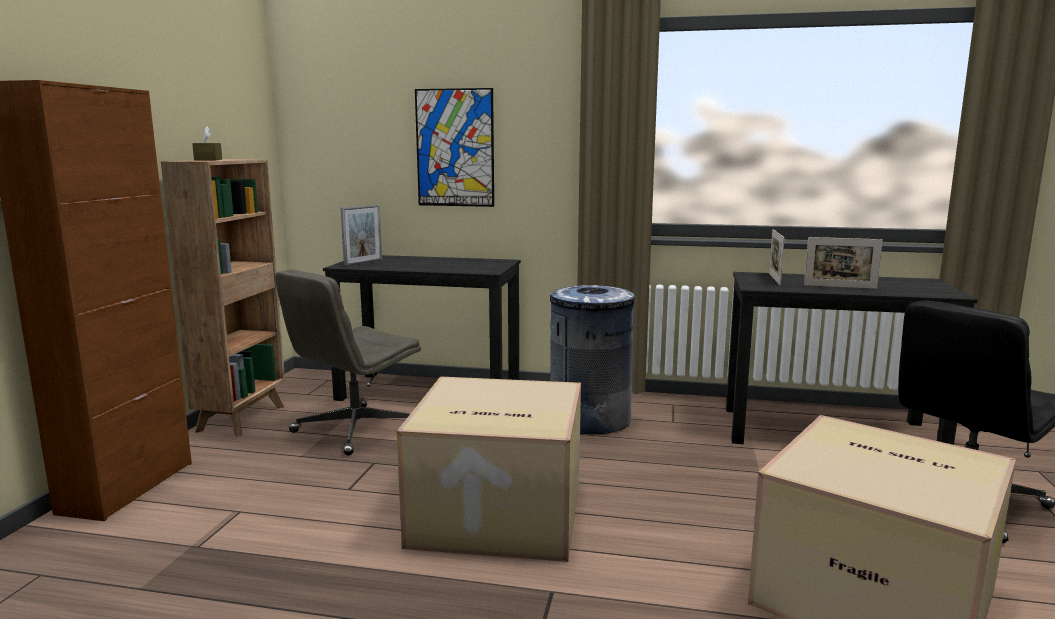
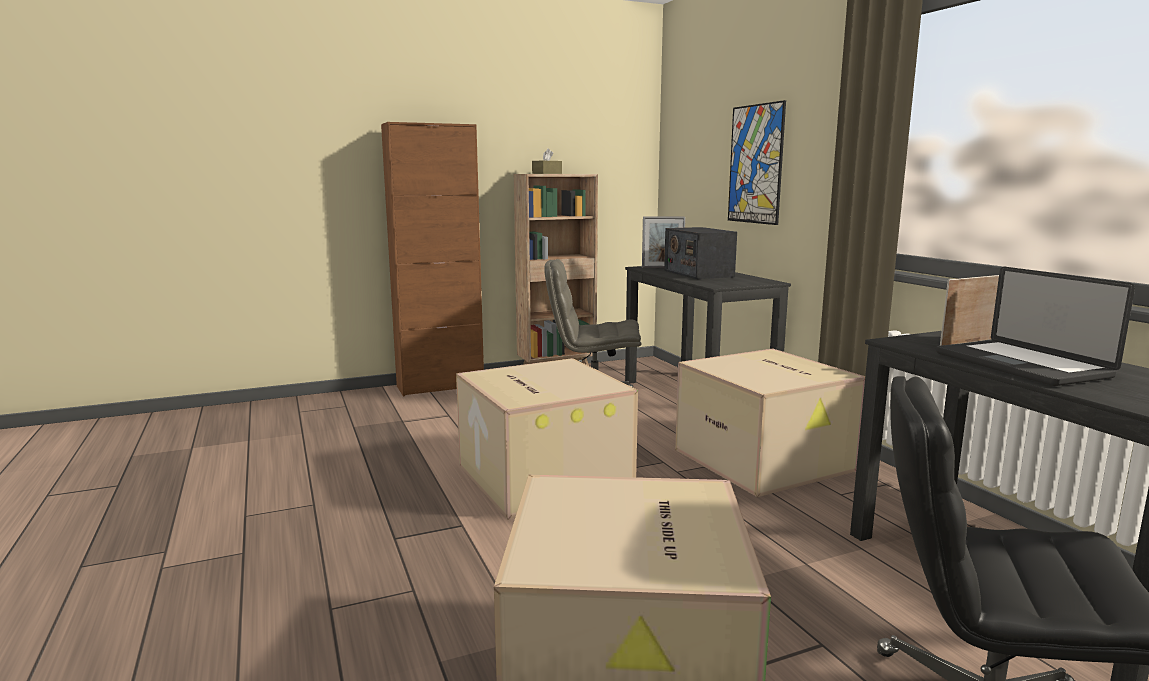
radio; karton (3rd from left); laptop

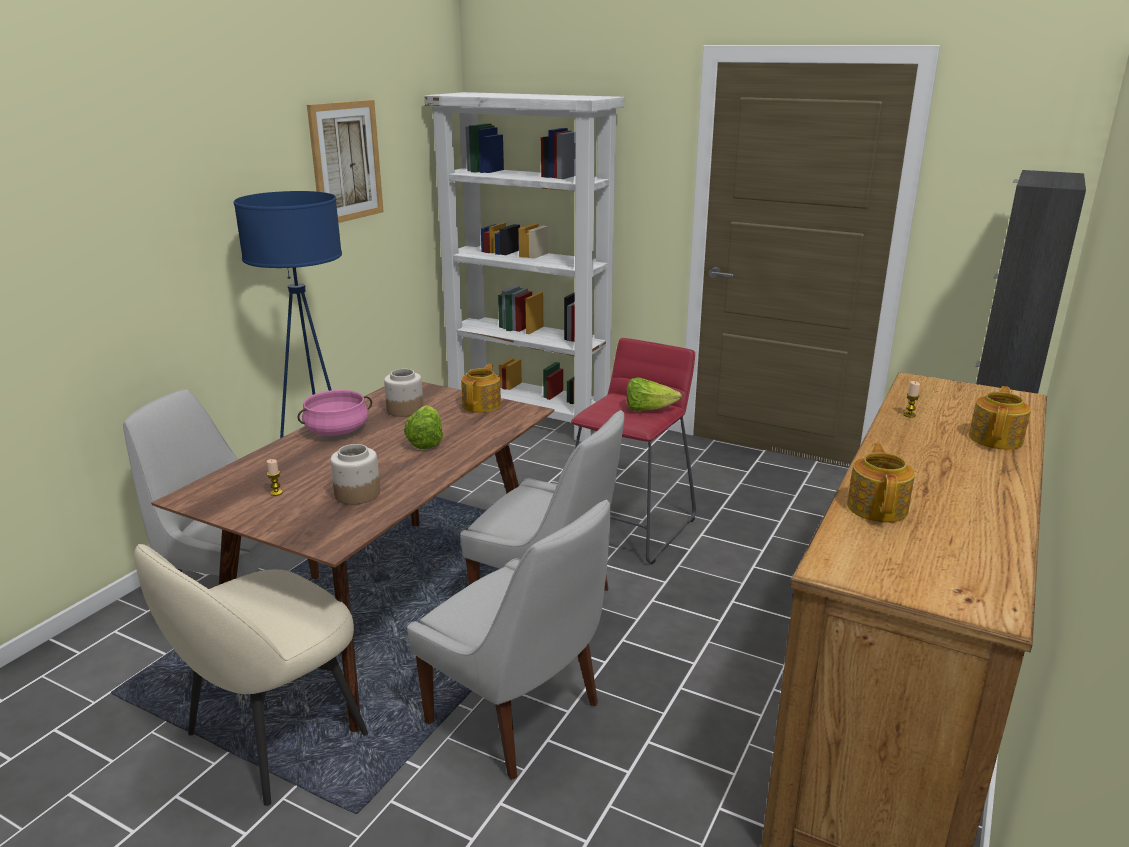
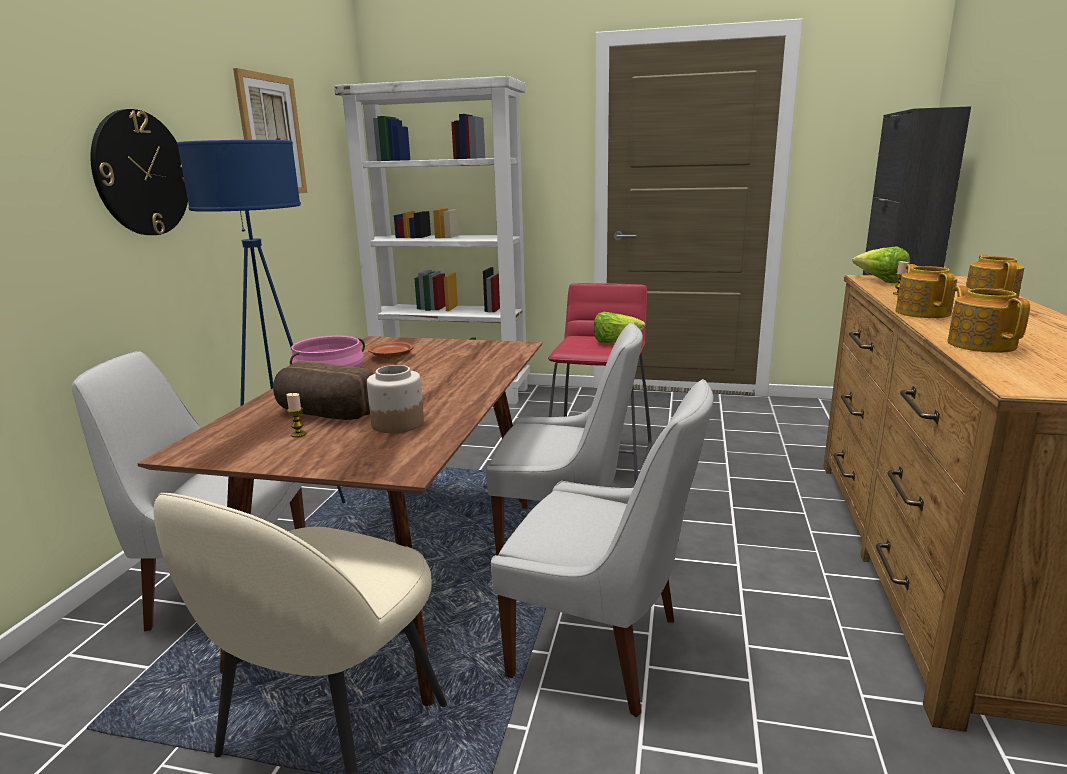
zegar ścienny; chleb; sałata (2nd from left); imbryk (1st from left); talerz [brązowy]

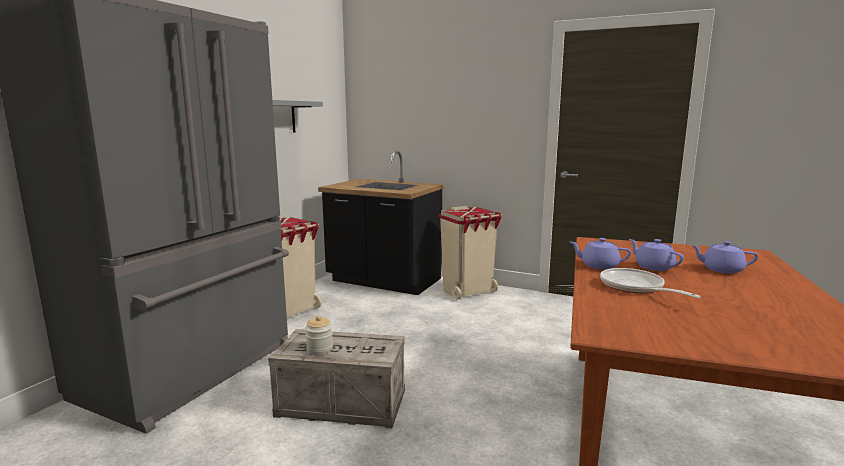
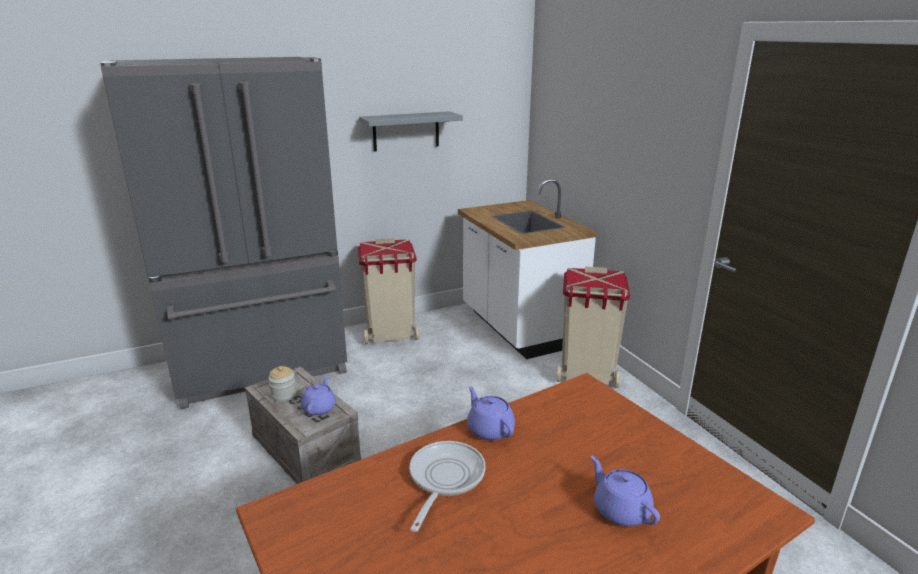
imbryk [fioletowy] (1st from left); zabudowa kuchenna [biały]

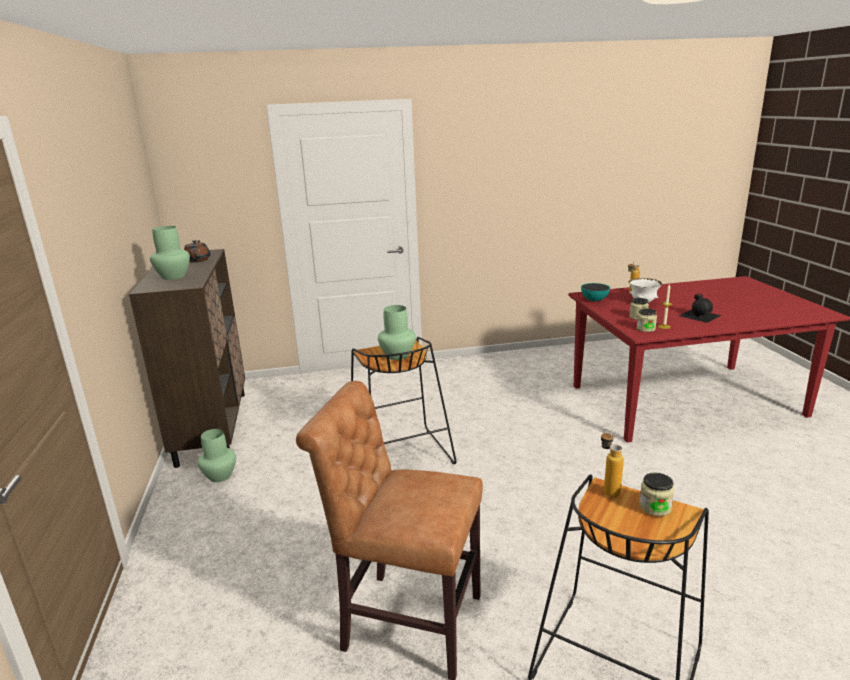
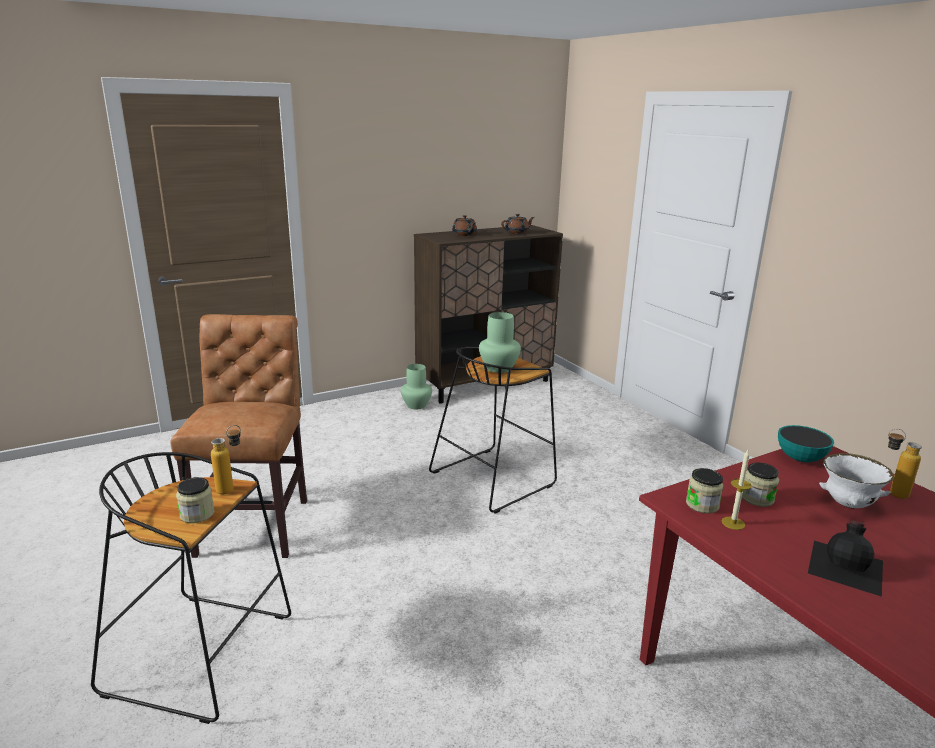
imbryk [brązowy] (1st from left)

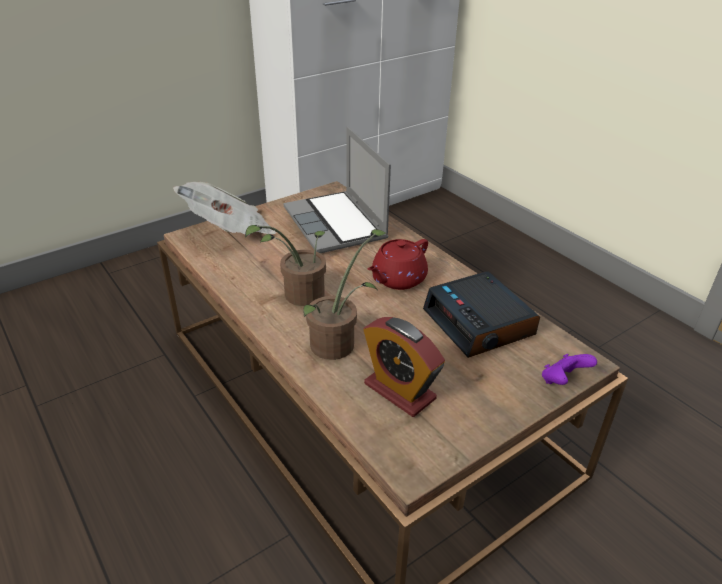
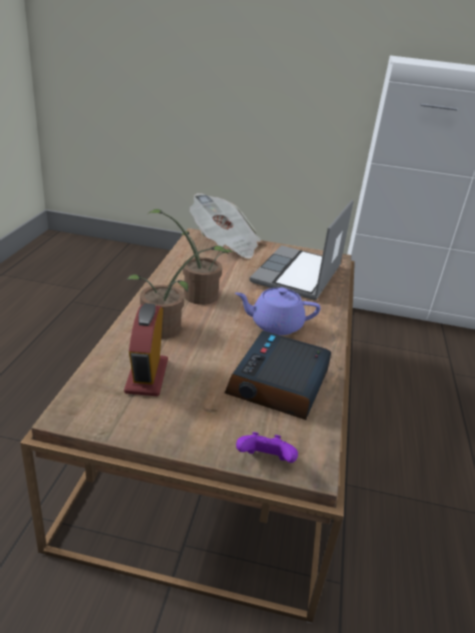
imbryk [fioletowy]

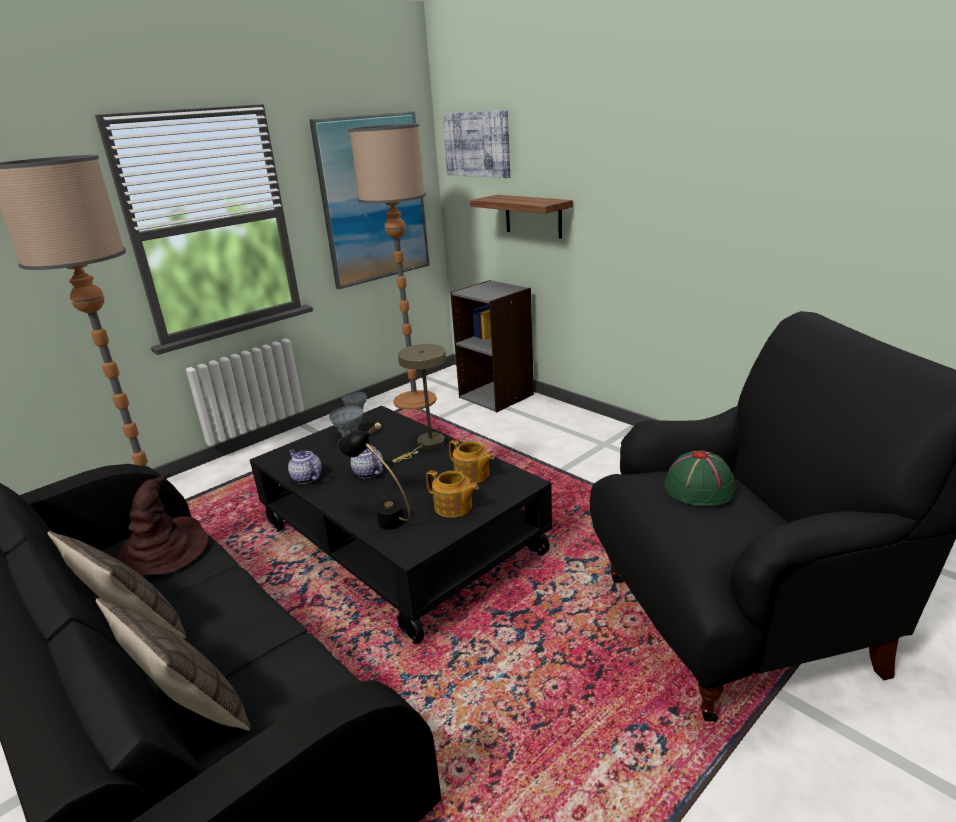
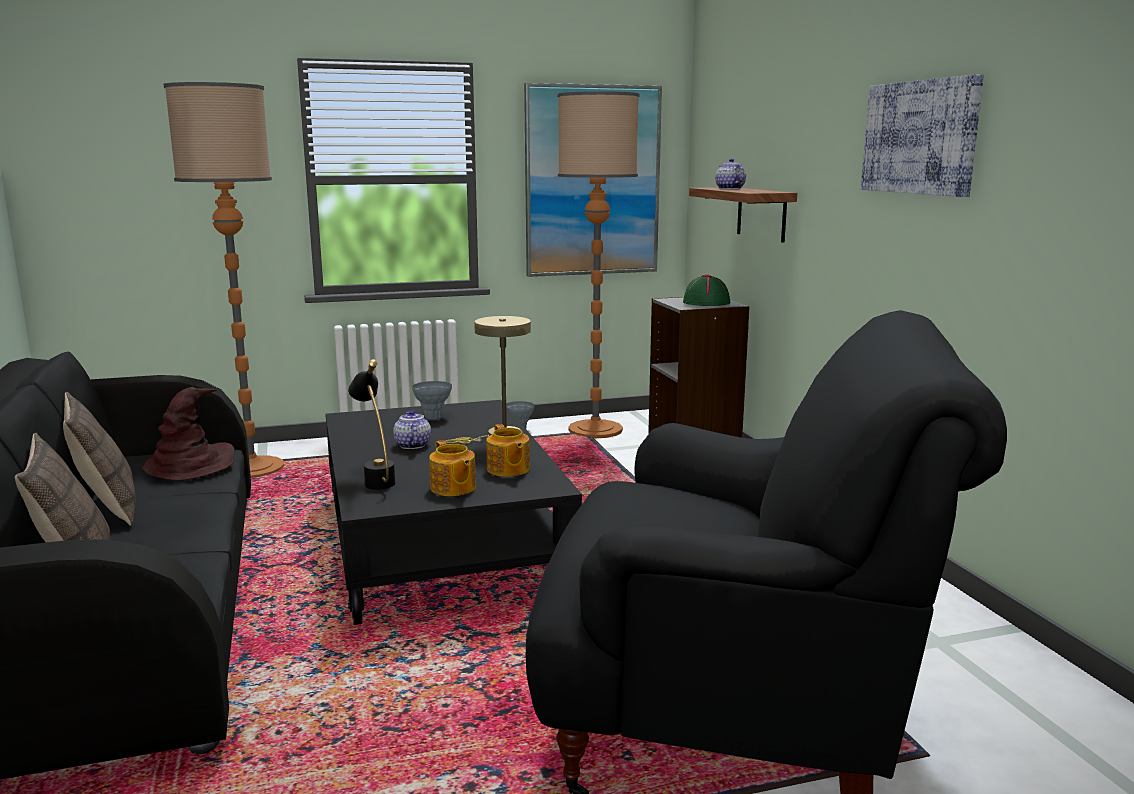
imbryk (4th from left); obraz (2nd from left); kapelusz [zielony]

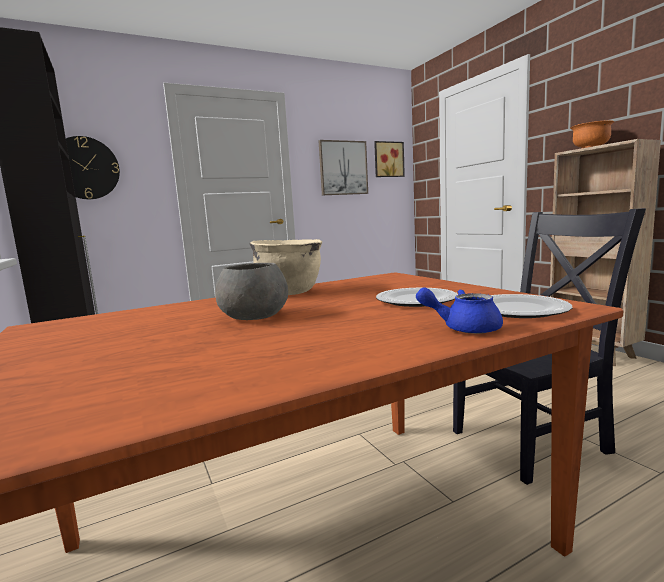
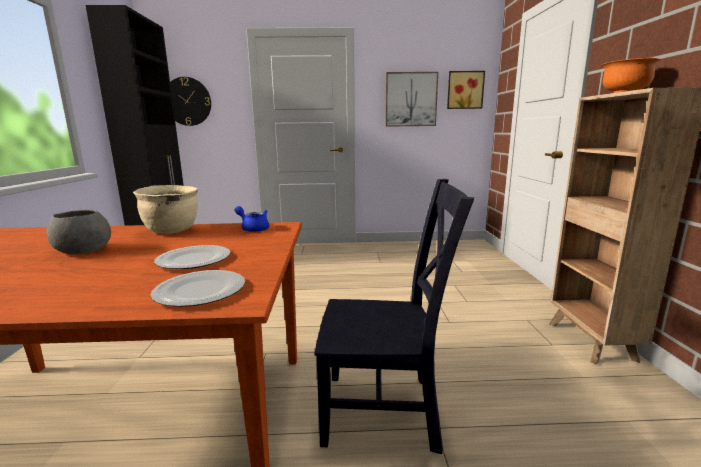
imbryk [niebieski]

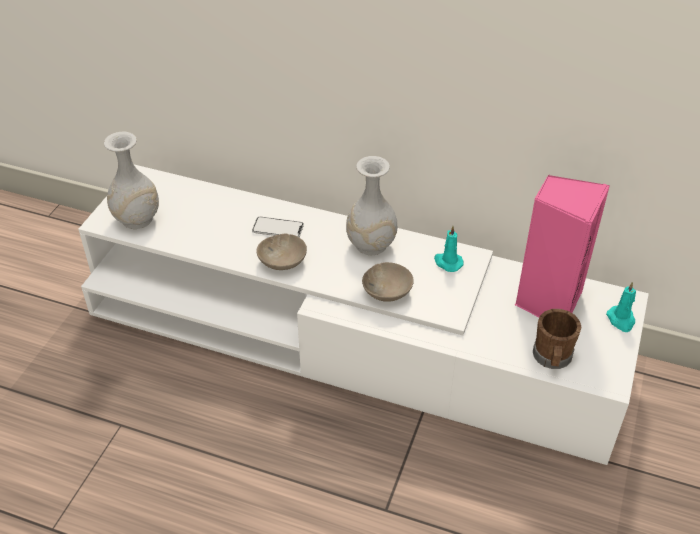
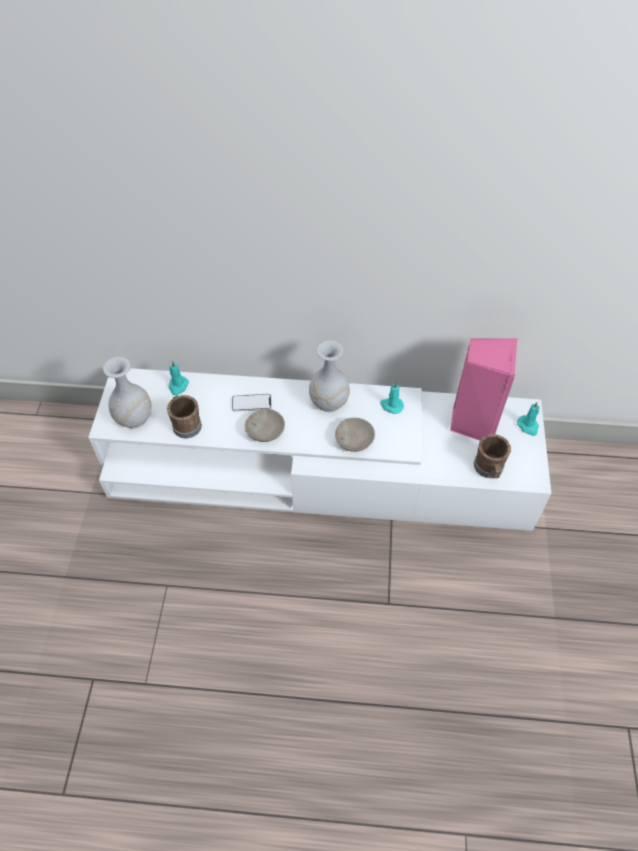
kubek [brązowy] (1st from left); świeca [turkusowy] (1st from left)

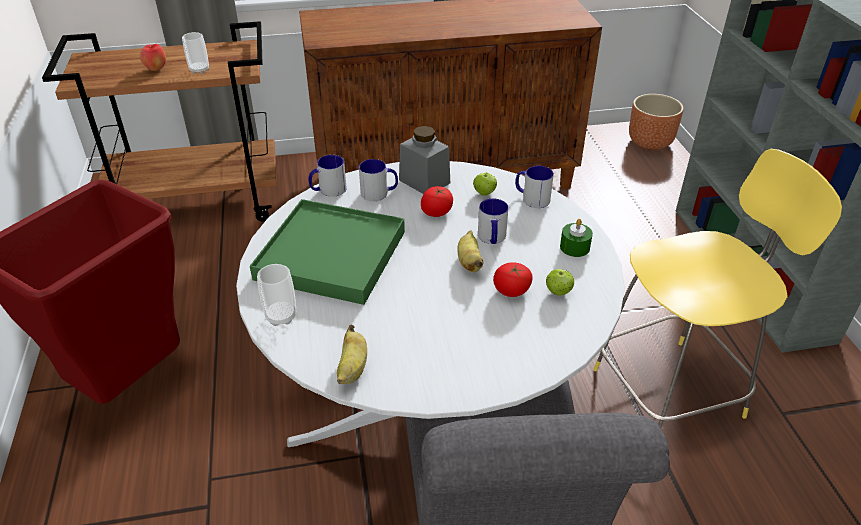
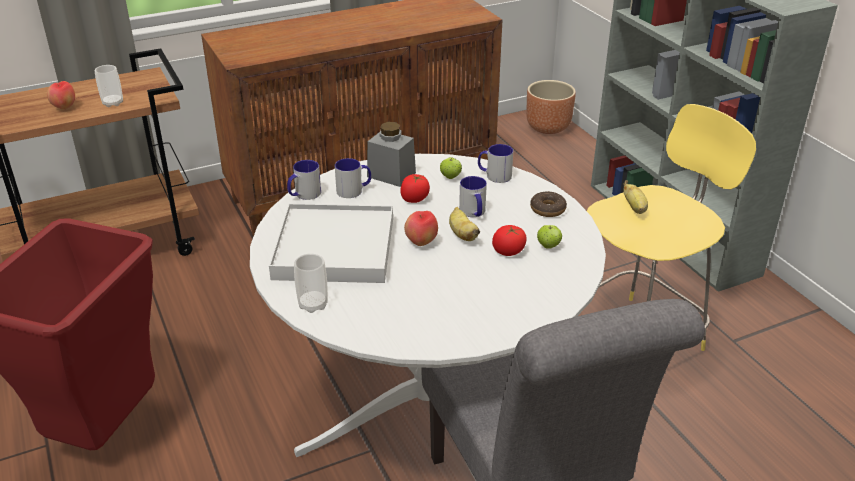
jabłko (2nd from left); banan (2nd from left); donut; taca [biały]

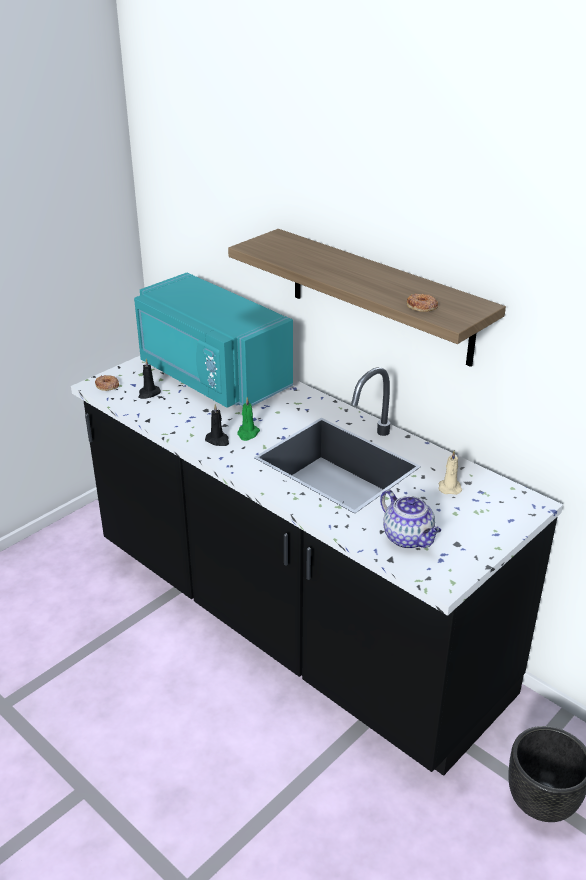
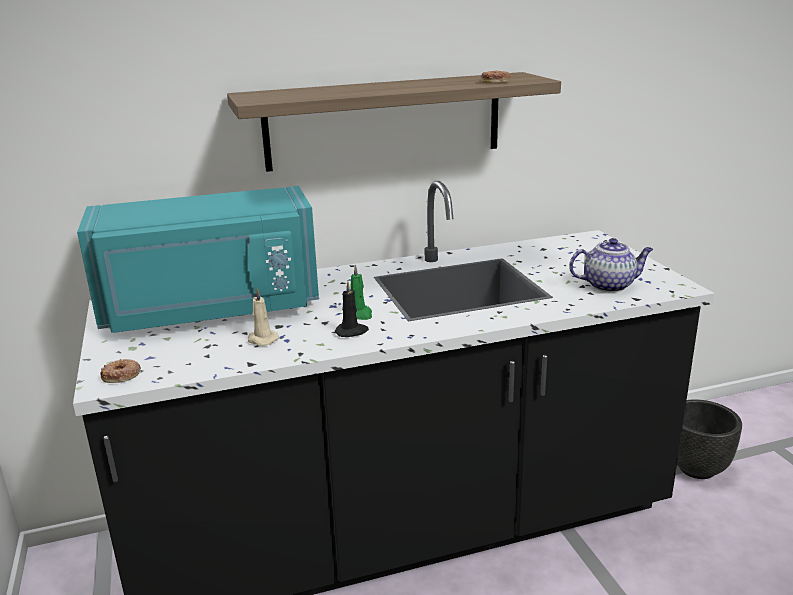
świeca [czarny] (1st from left in the first image); świeca [beżowy]

